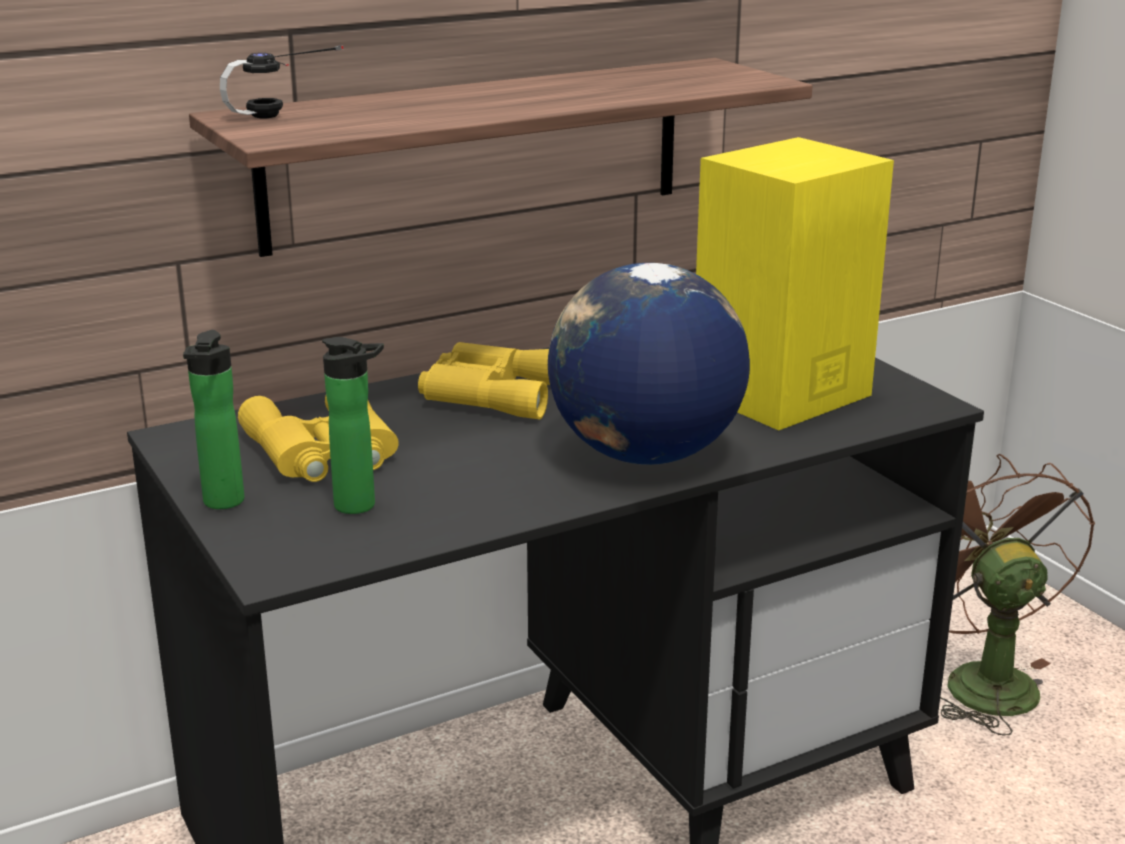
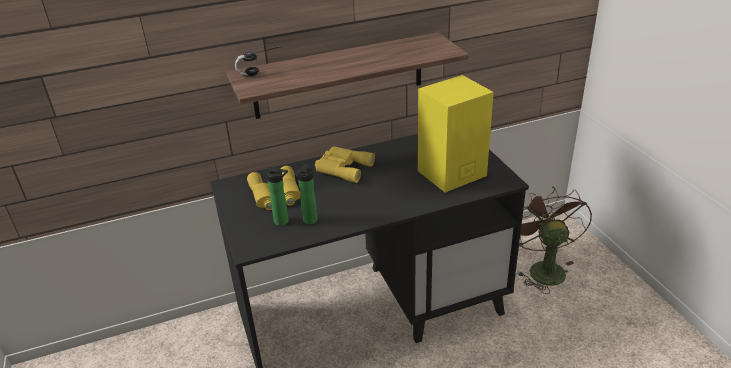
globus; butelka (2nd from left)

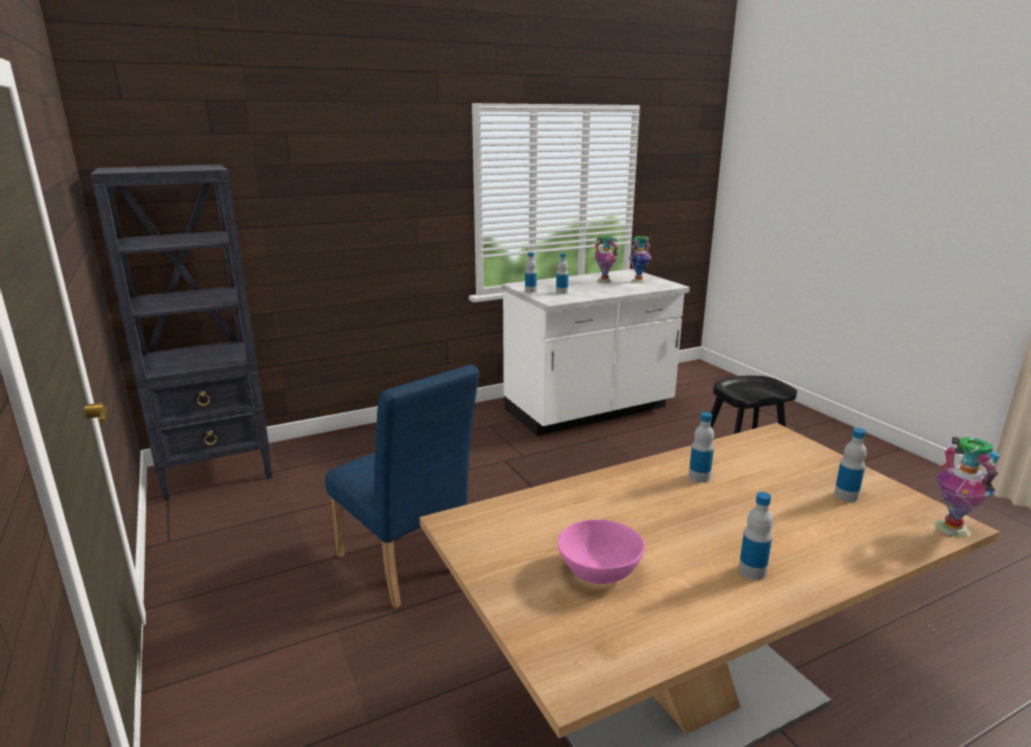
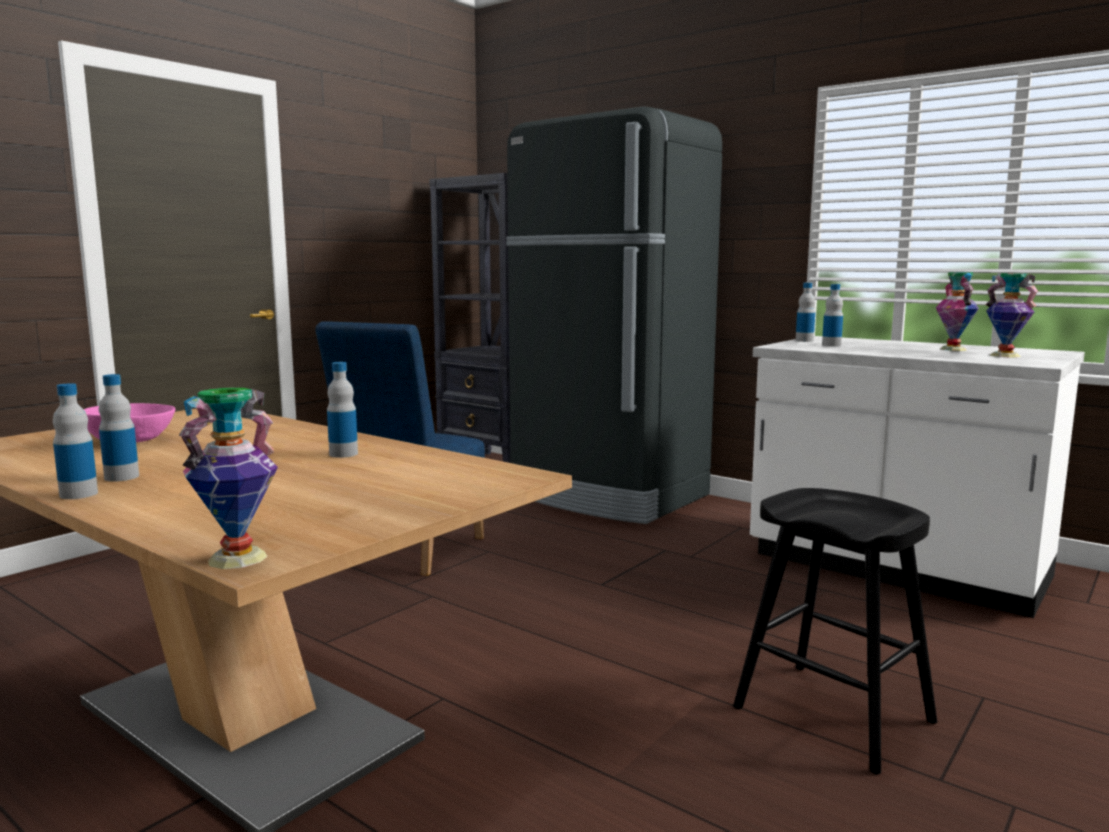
lodówka [czarny]; butelka (1st from left)

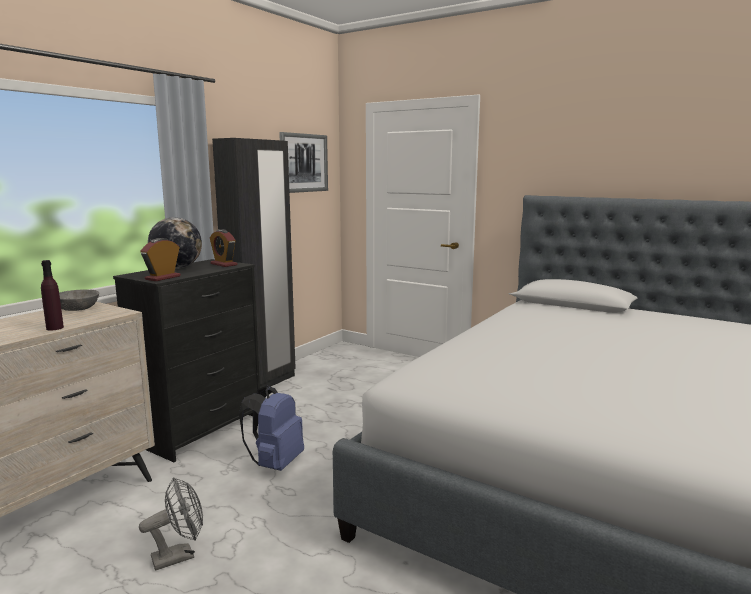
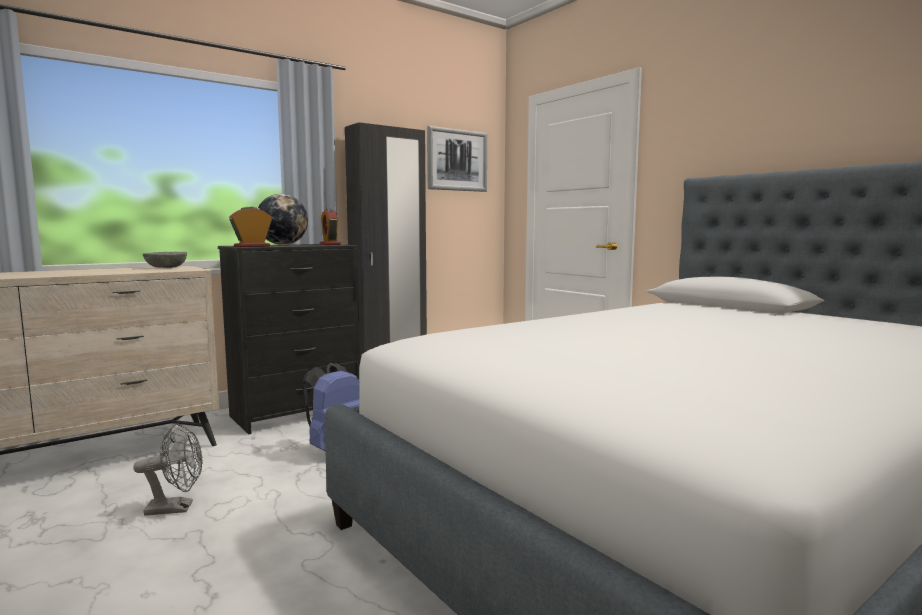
butelka [fioletowy]

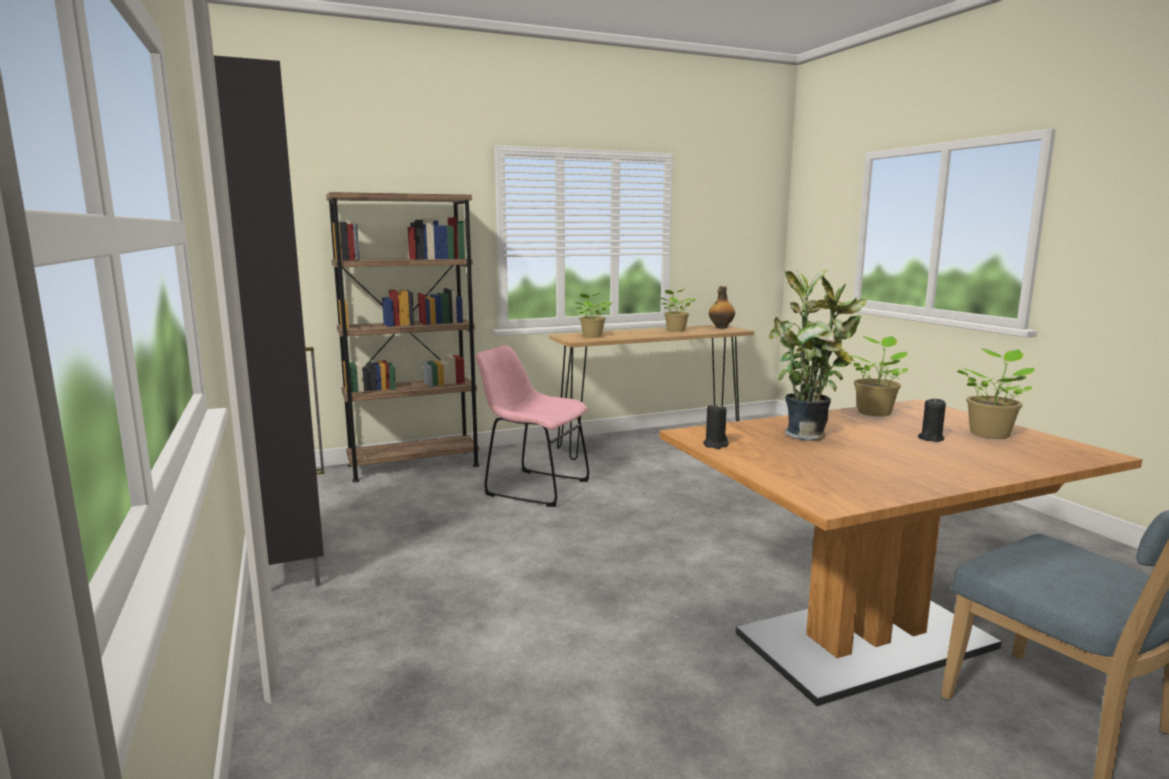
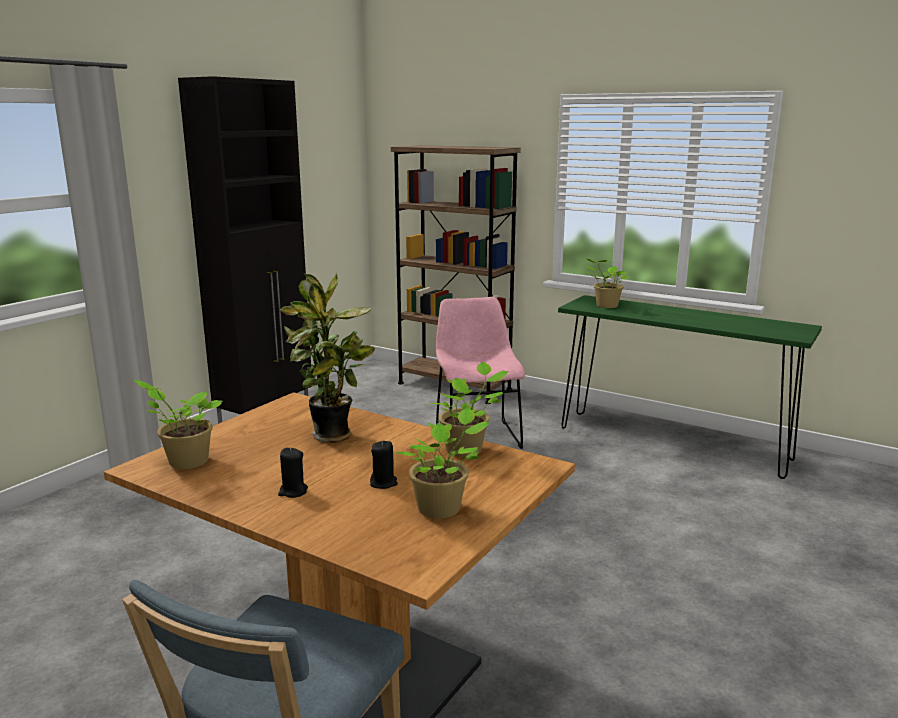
butelka; roślina doniczkowa (1st from left); świeca [czarny] (1st from left); stolik konsolowy [zielony]

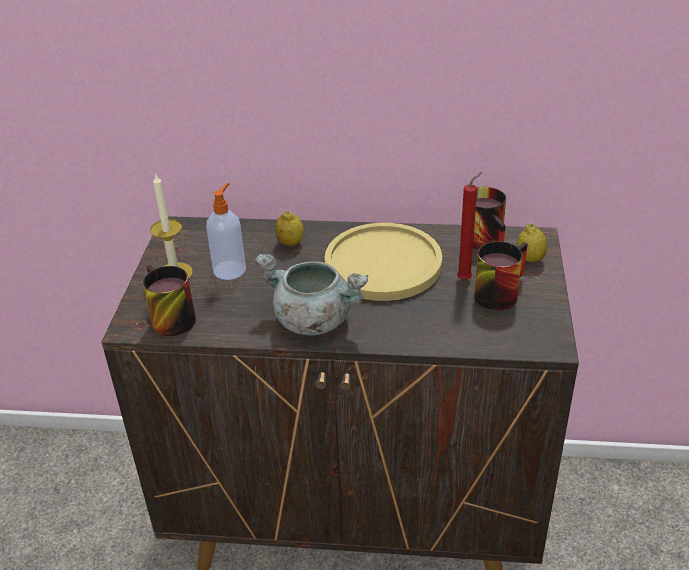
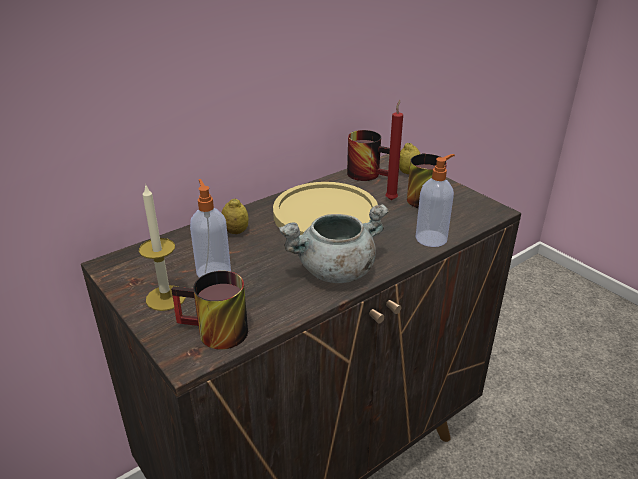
dozownik mydła (2nd from left)

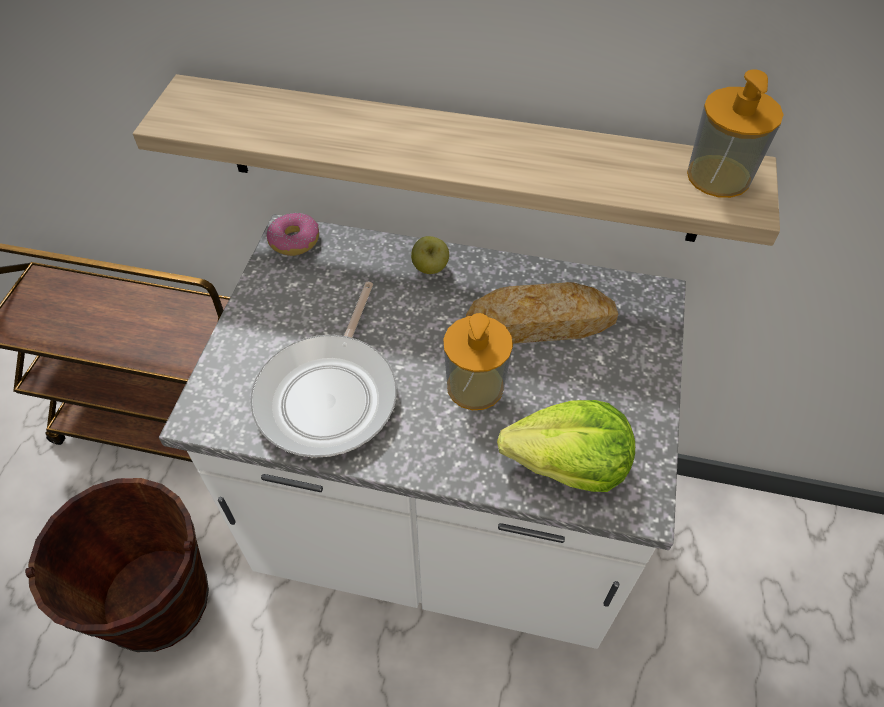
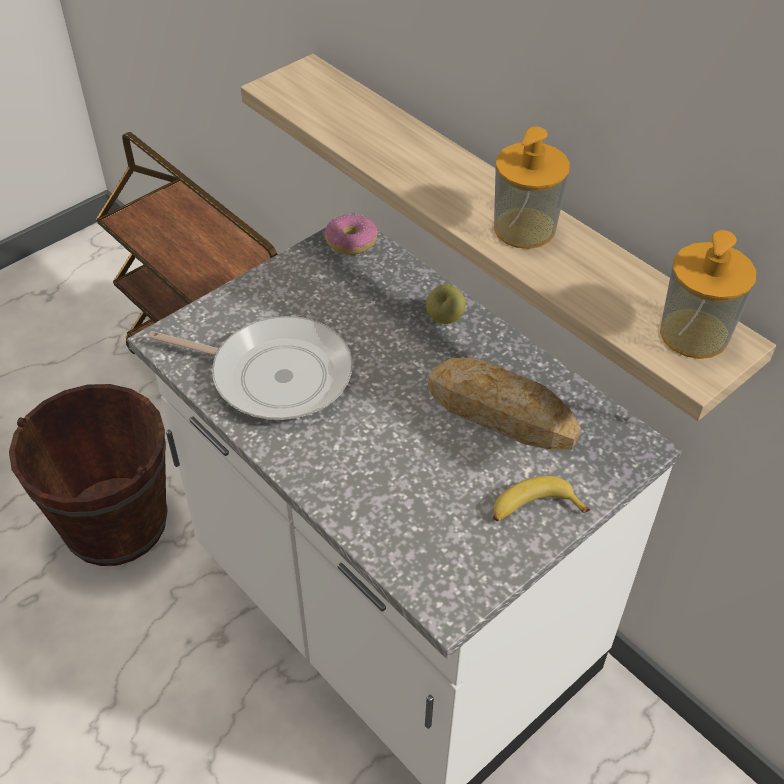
sałata; banan; dozownik mydła (1st from left); patelnia

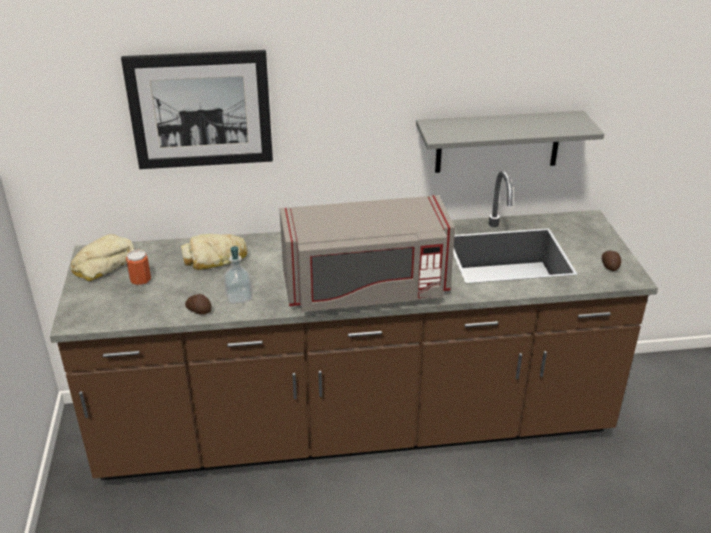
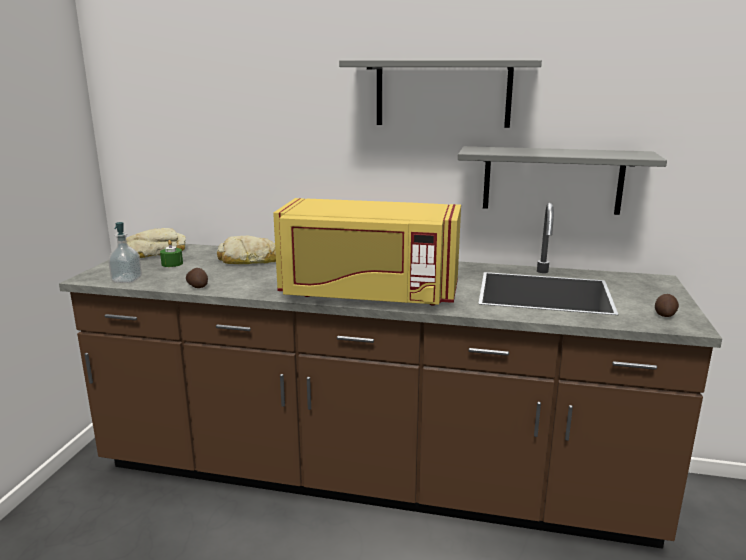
obraz; półka [szary] (1st from left); dozownik mydła; świeca [zielony]; mikrofalówka [żółty]

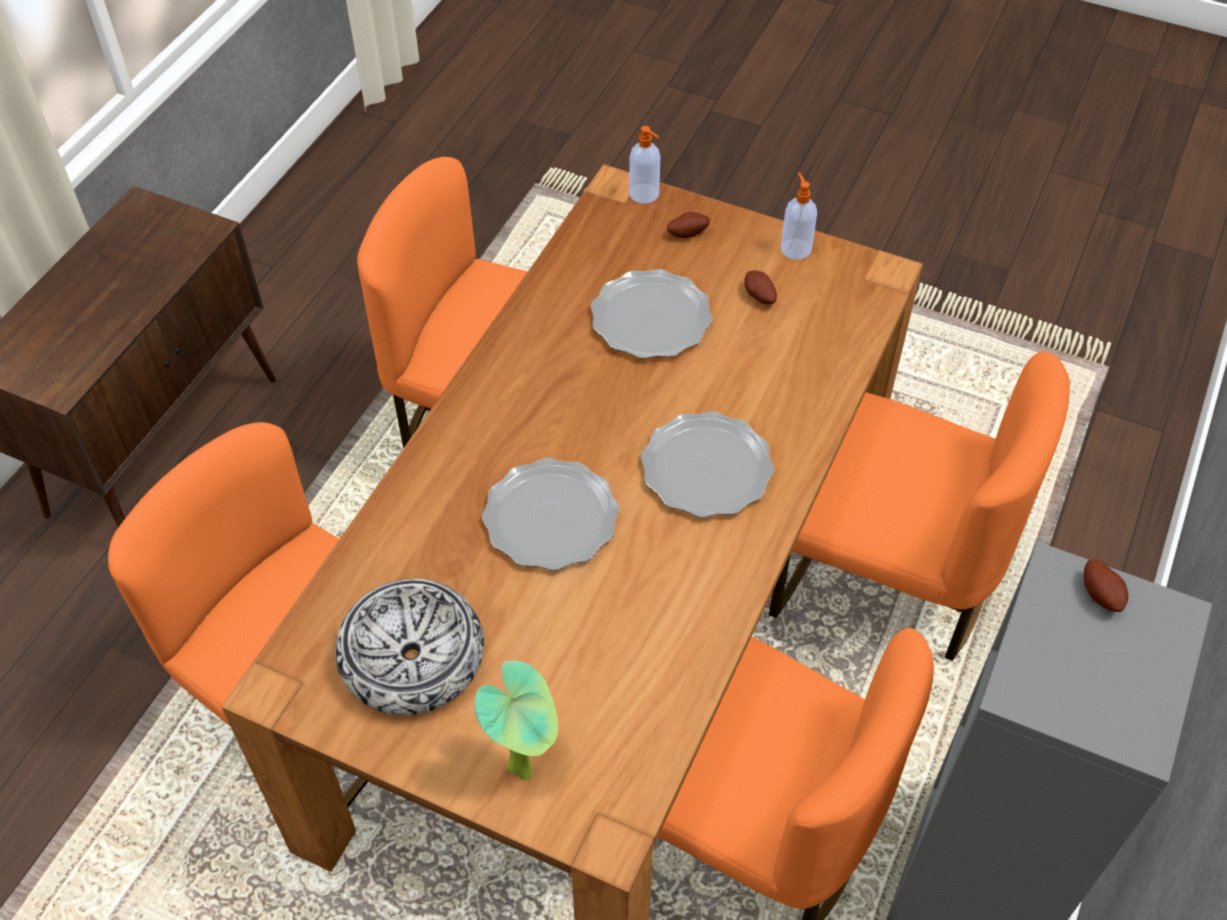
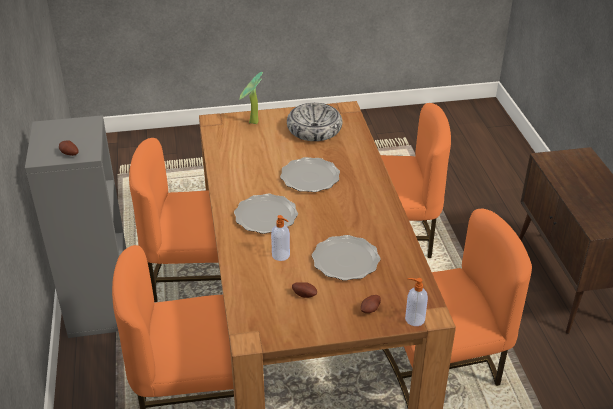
dozownik mydła (1st from left)

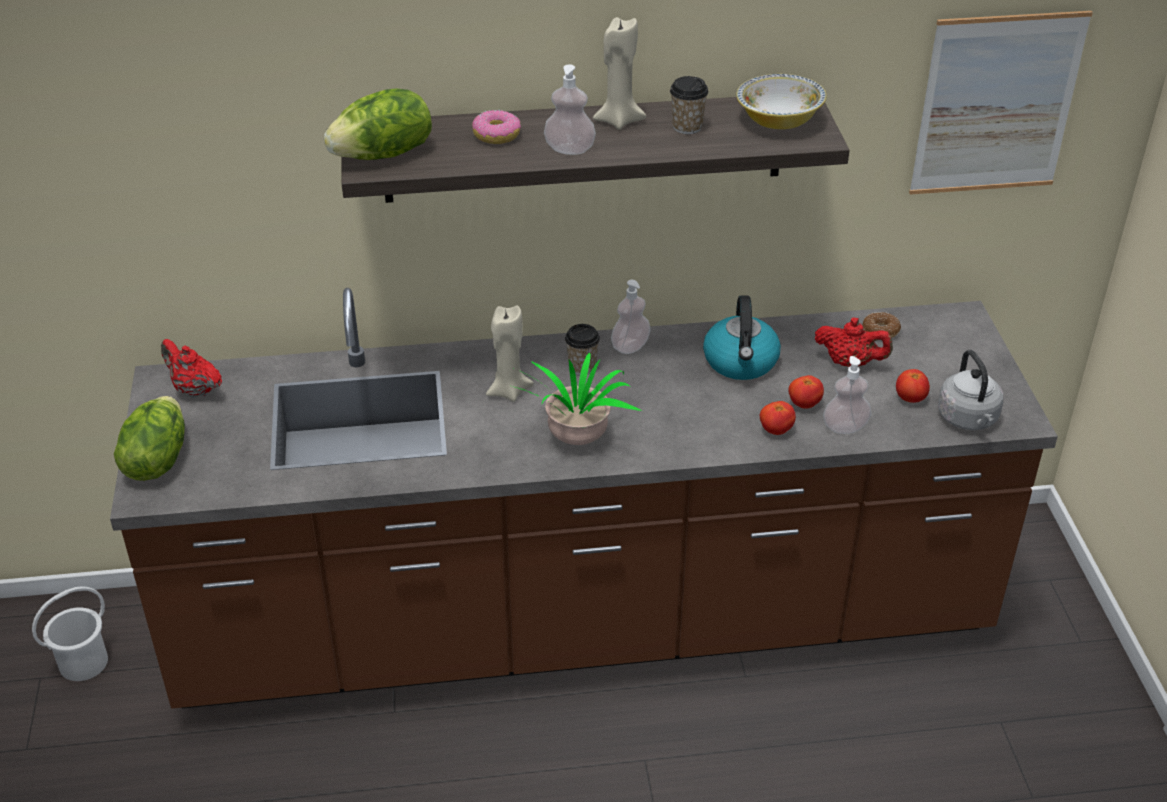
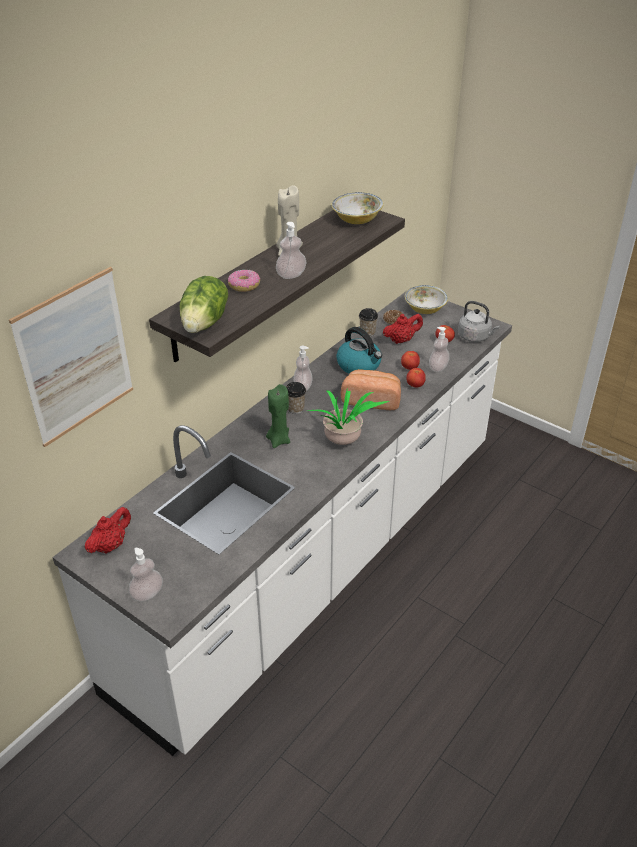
wiadro [biały]; chleb; miska (2nd from left); filiżanka (2nd from left); obraz; dozownik mydła (1st from left); zabudowa kuchenna [biały]; świeca [zielony]; imbryk [czerwony] (1st from left)

